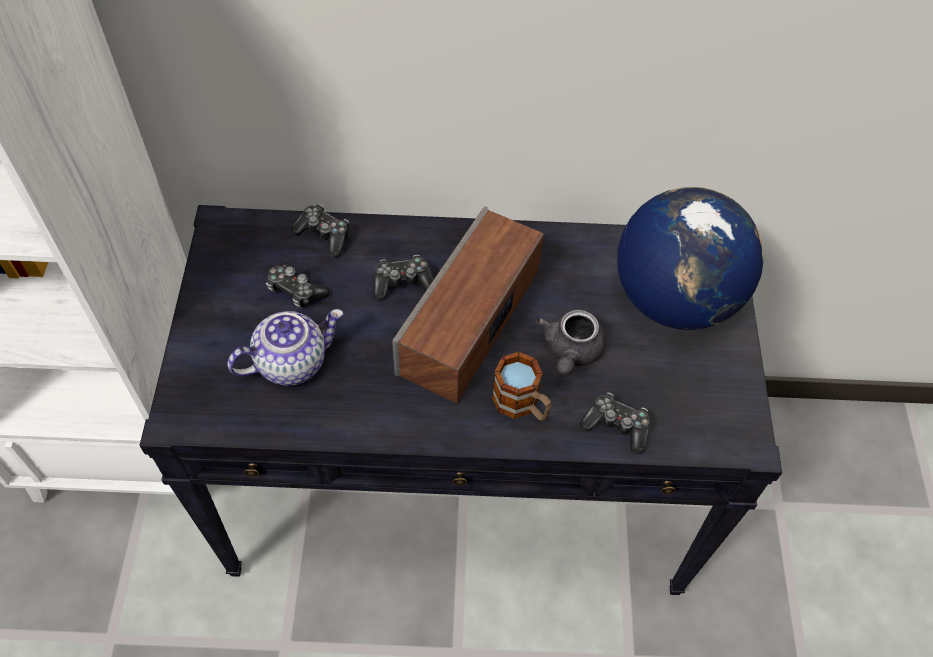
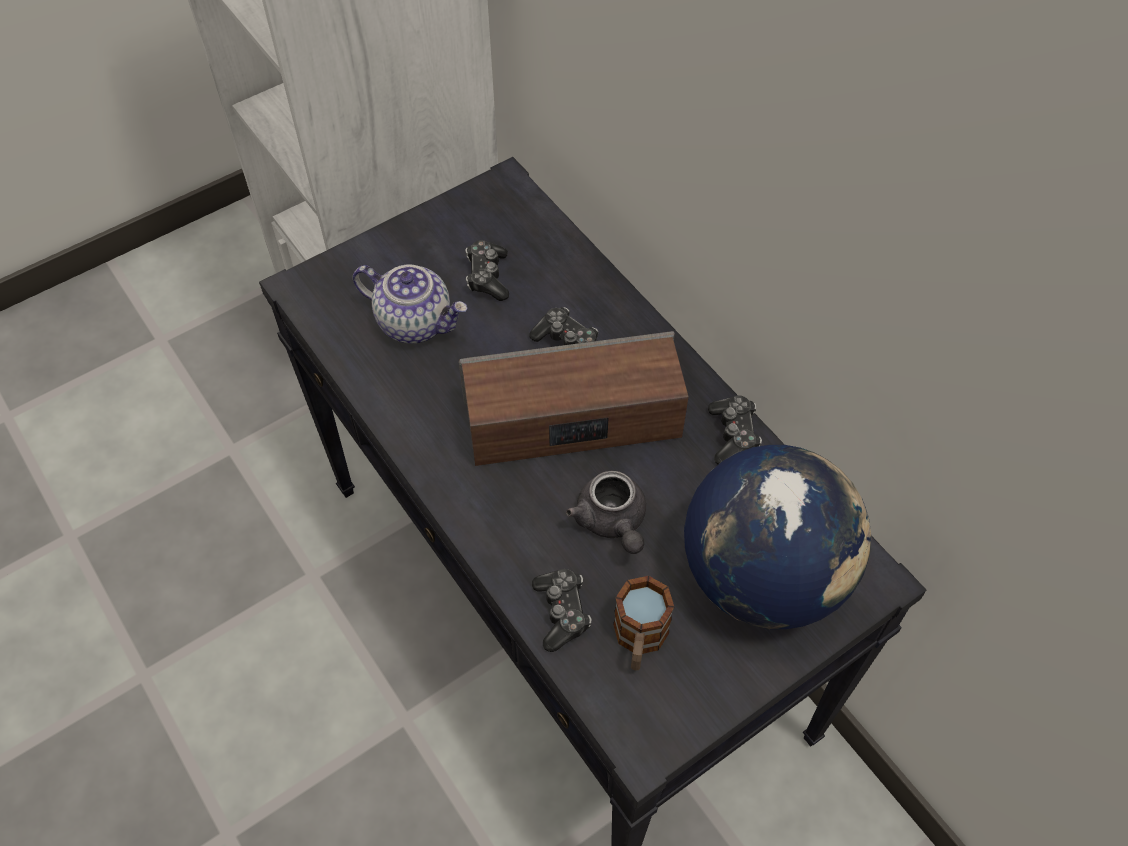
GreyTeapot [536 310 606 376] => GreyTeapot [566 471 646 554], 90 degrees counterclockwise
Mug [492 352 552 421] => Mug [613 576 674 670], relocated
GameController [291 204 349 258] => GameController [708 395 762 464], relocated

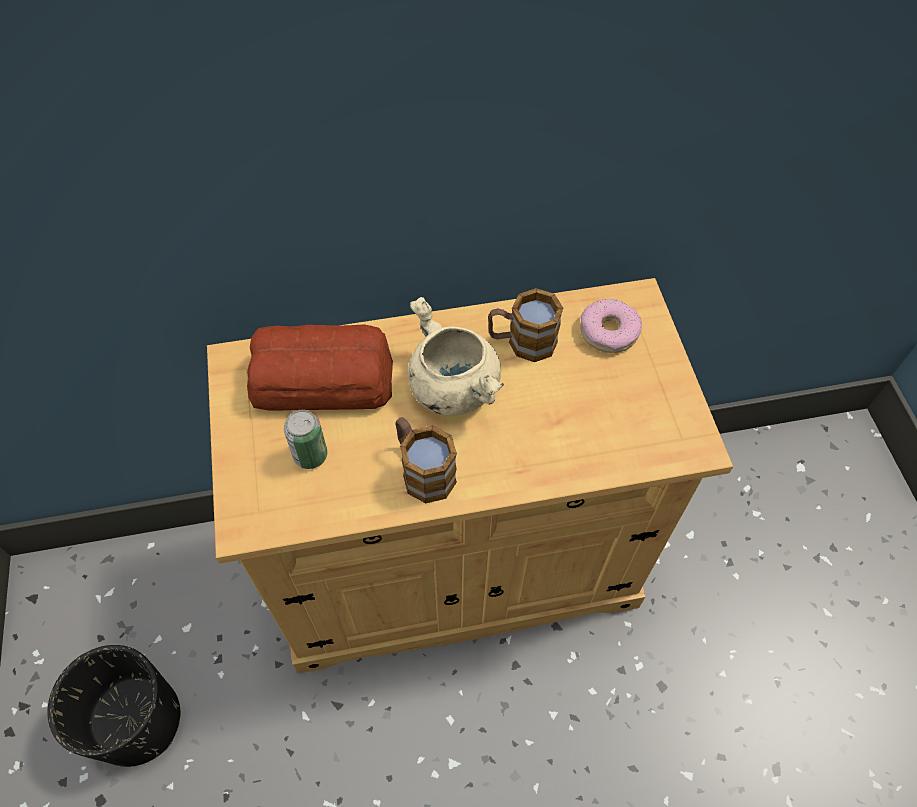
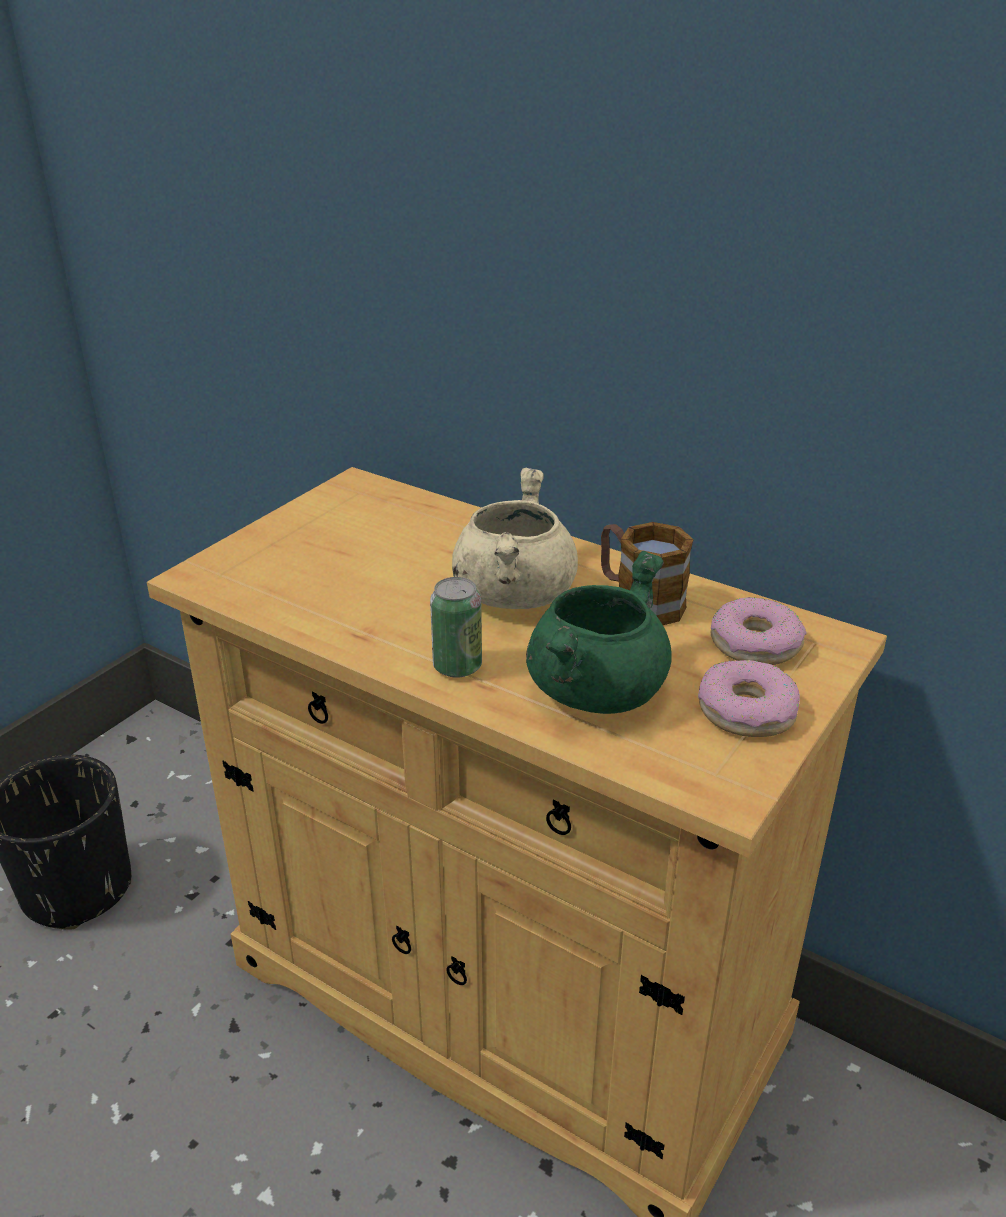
Can [284 410 327 469] => Can [430 577 482 678], relocated
nothing => GreenCookingPot [526 551 672 714]
nothing => Donut [698 660 800 737]
Bread [247 324 393 410] => nothing
Mug [395 417 457 503] => nothing

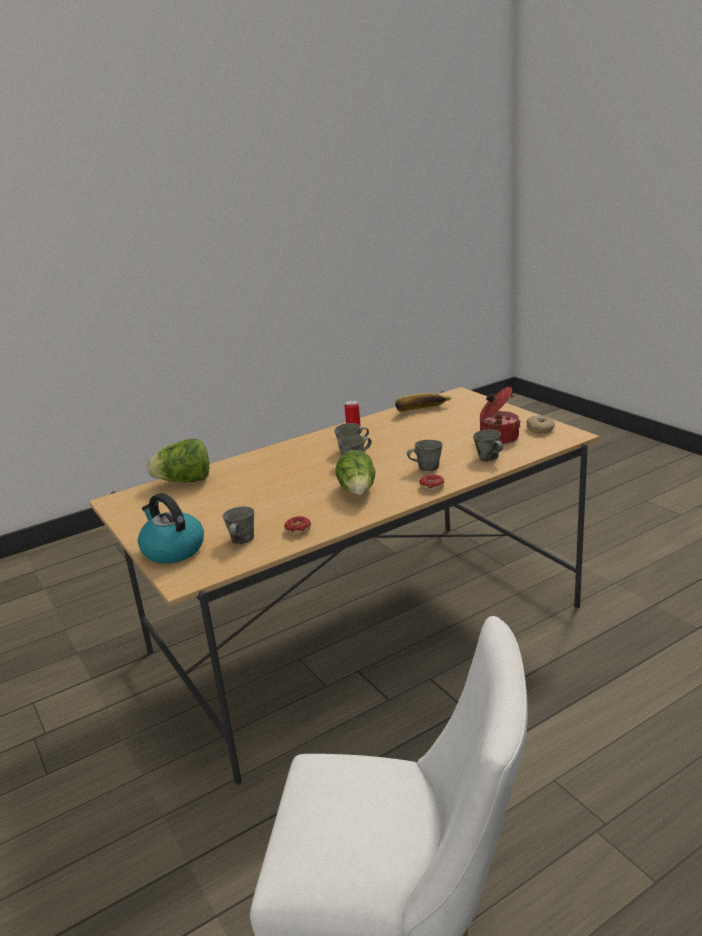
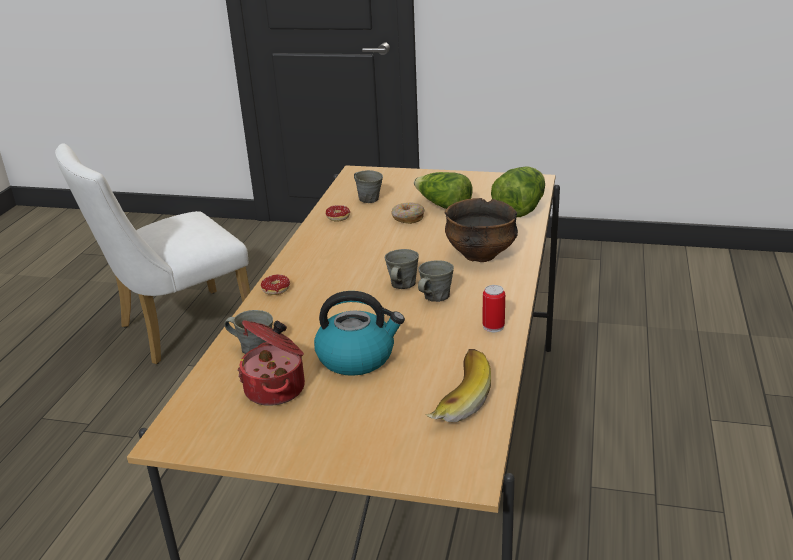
Kettle [138 493 204 563] => Kettle [314 291 405 376], relocated
Donut [526 415 555 433] => Donut [391 203 425 224], relocated
Lettuce [336 450 376 495] => Lettuce [414 172 472 209], relocated
nothing => Bowl [445 198 518 262]
GreyMug [407 440 443 471] => nothing

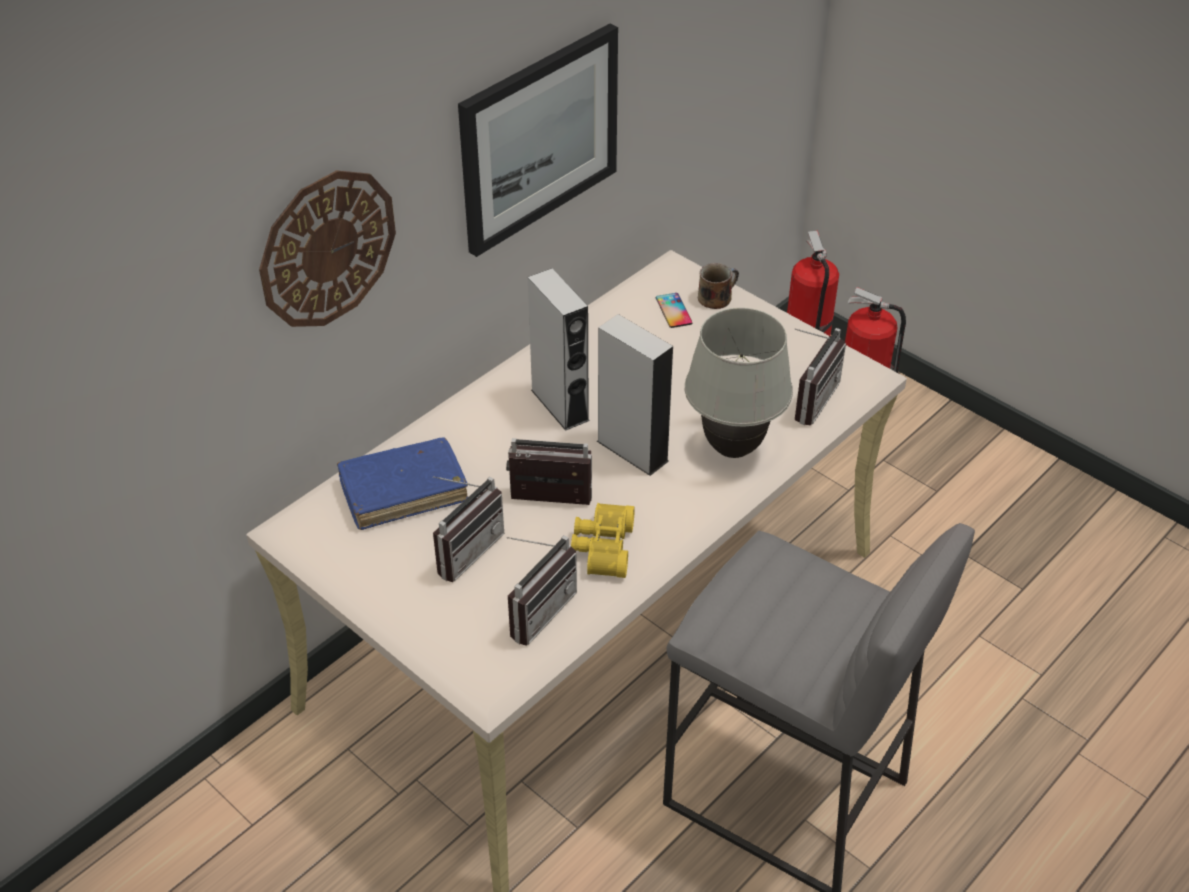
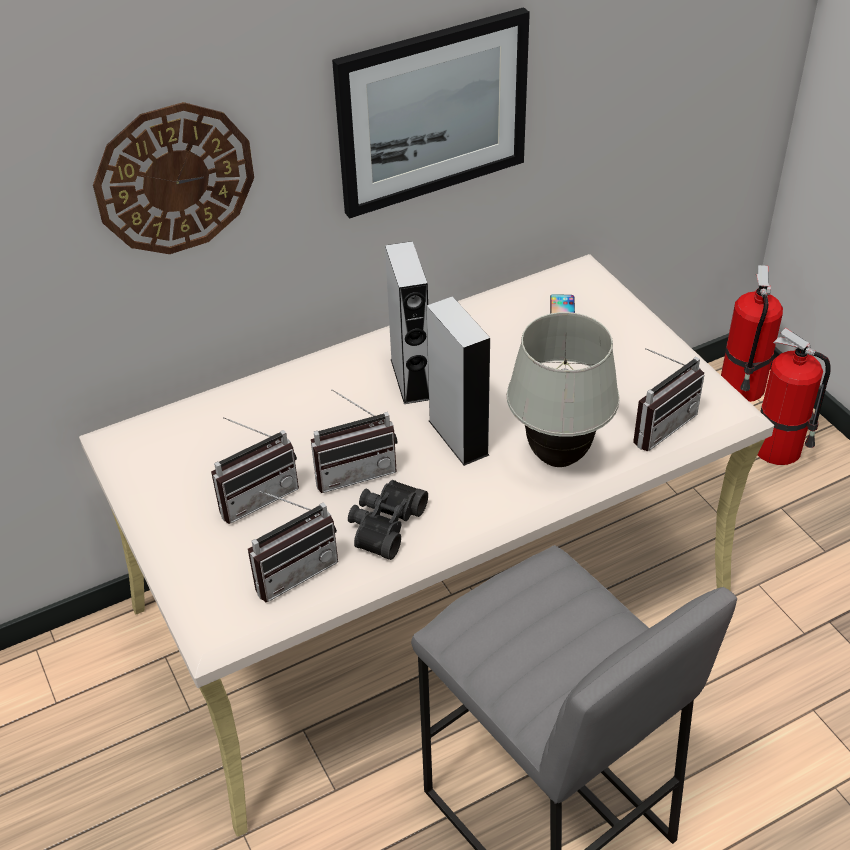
Radio [506 438 592 505] => Radio [311 389 398 493], 135 degrees clockwise
YellowBinoculars [571 503 635 578] => BlackBinoculars [348 480 428 560]
BlueBook [337 438 468 530] => nothing
Mug [698 263 739 309] => nothing

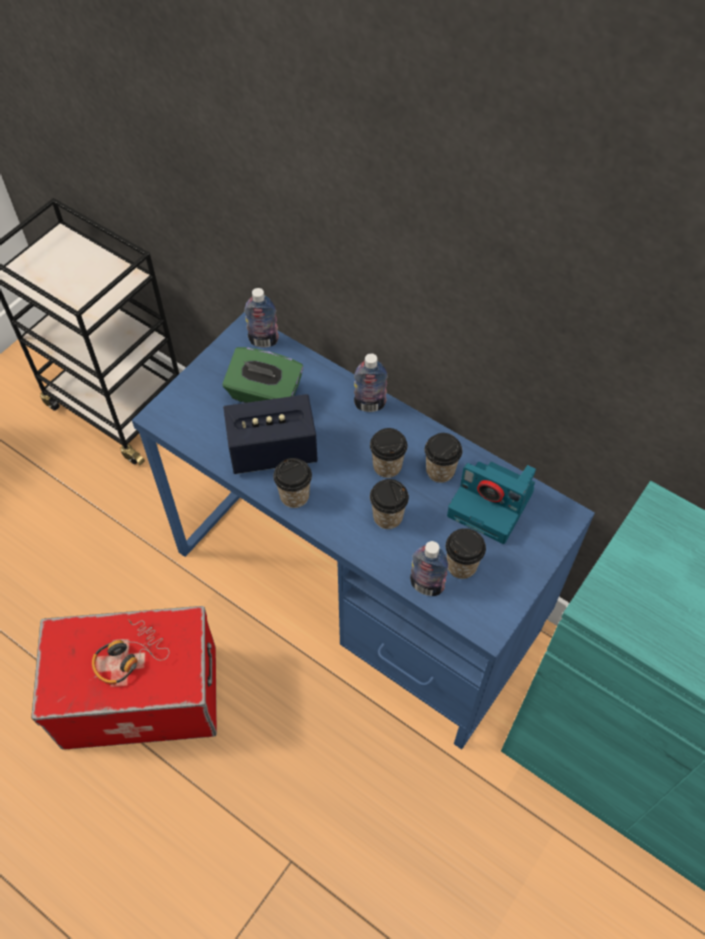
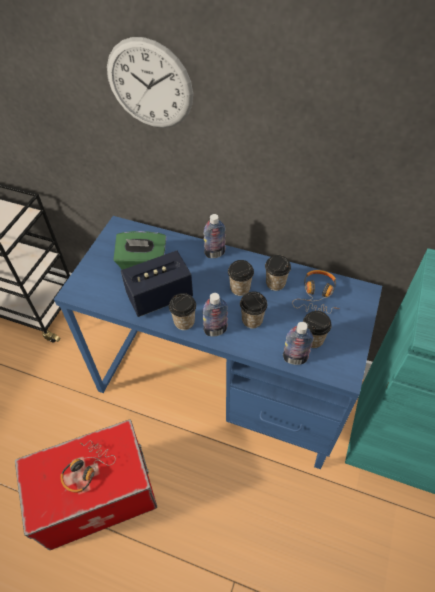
nothing => WallClock [107 37 193 128]
Bottle [244 288 279 348] => Bottle [202 293 228 336], relocated
PhotoCamera [447 462 536 544] => Headphones [292 270 340 314]

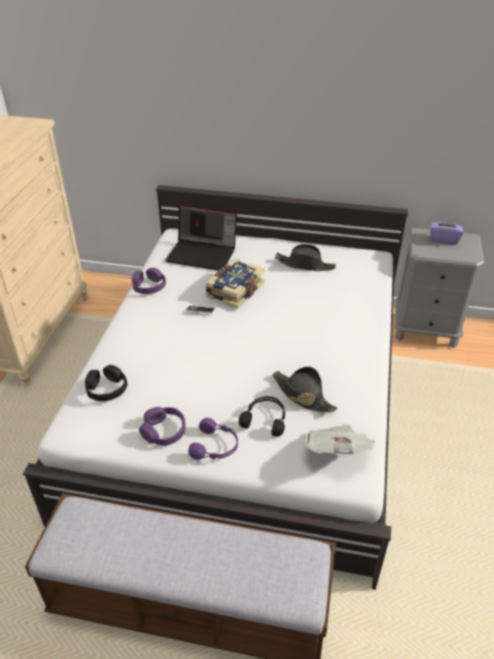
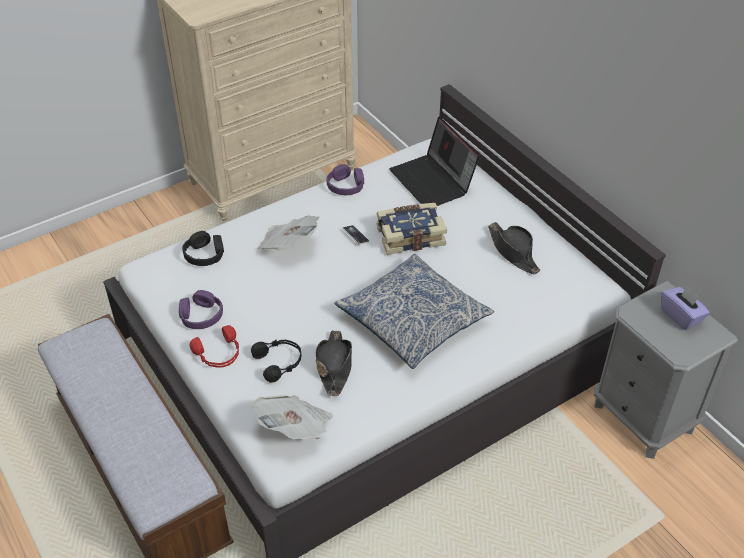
PurpleHeadphones [188 418 238 460] => RedHeadphones [189 325 239 368]
nothing => Newspaper [257 215 320 250]
nothing => Pillow [334 254 494 369]

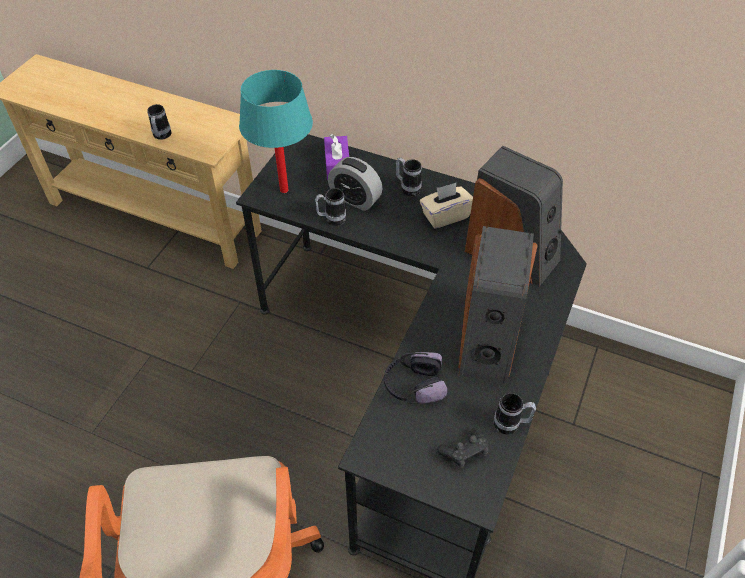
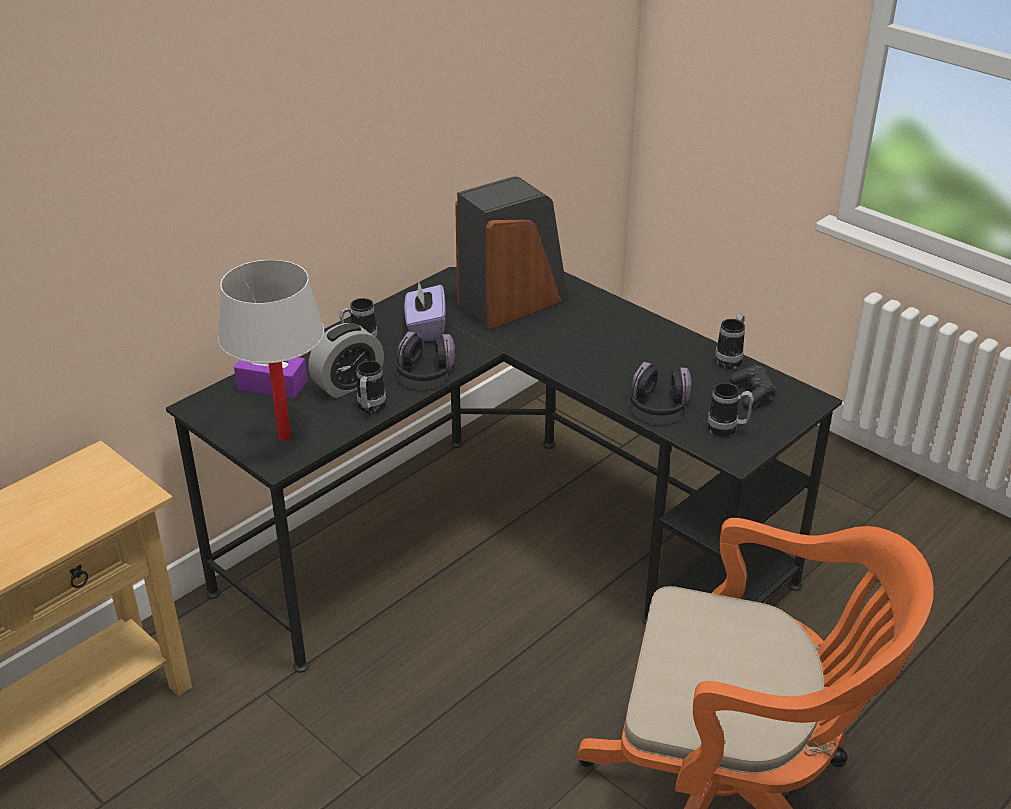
TurquoiseTableLamp [239 70 313 193] => WhiteTableLamp [218 260 324 441]
nothing => Headphones [396 331 455 381]
BeigeTissueBox [420 183 473 228] => PurpleTissueBox [405 281 446 341]
Mug [148 104 171 140] => Mug [707 383 754 437], relocated
Speaker [458 226 538 384] => nothing

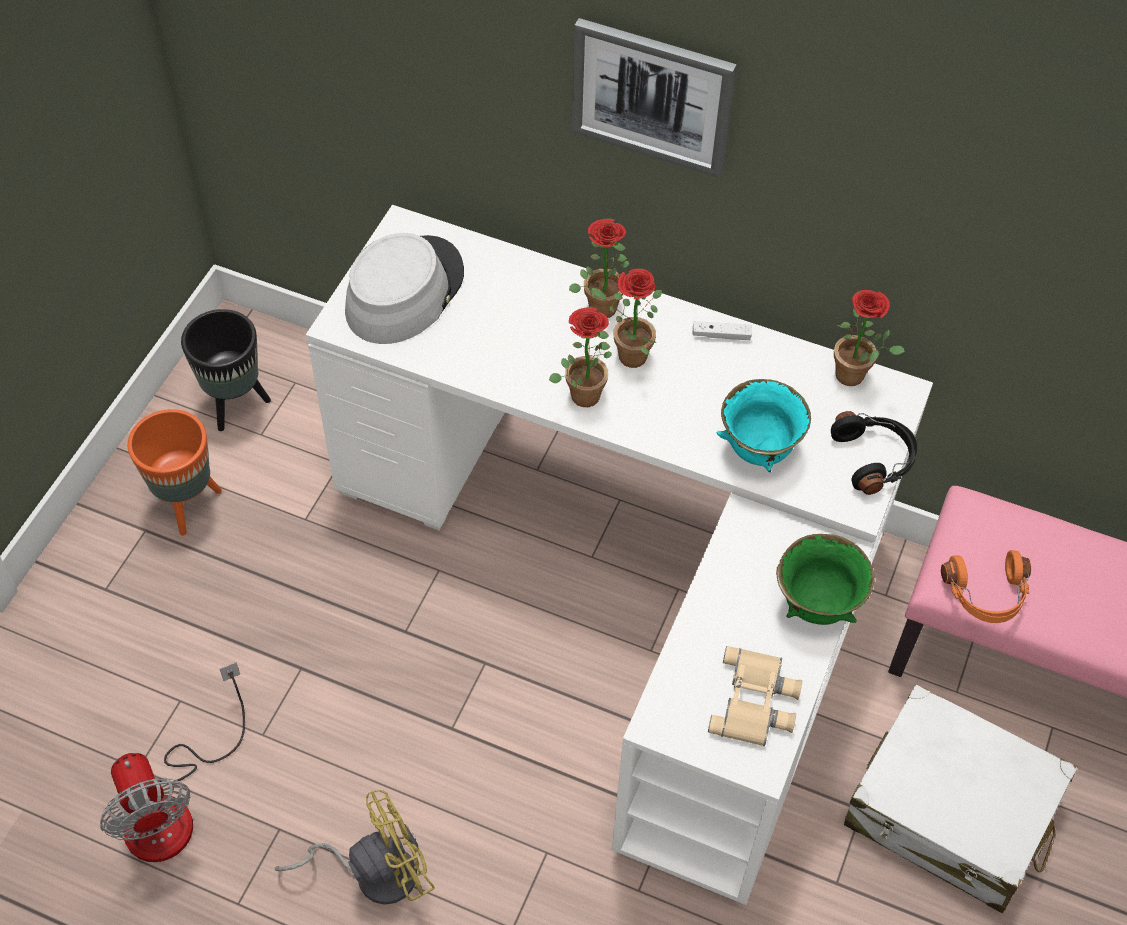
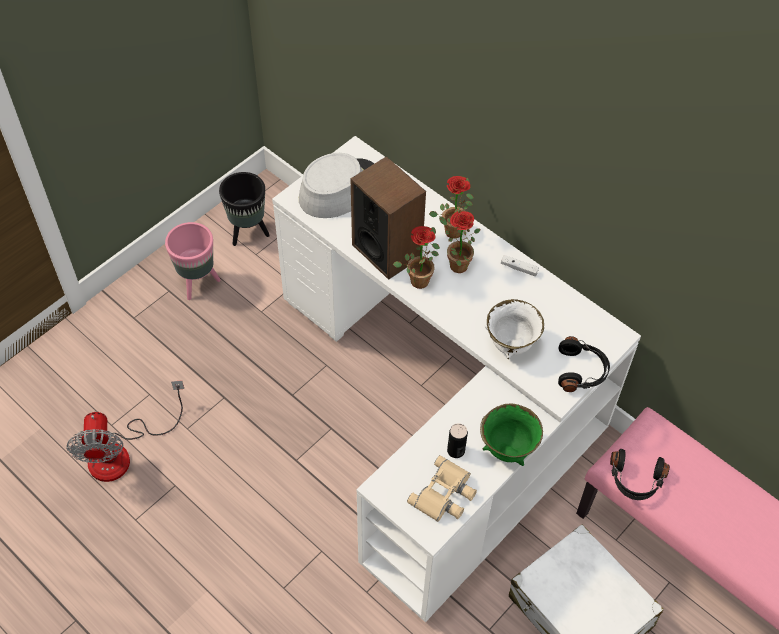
OrangePlanter [128 409 222 536] => PinkPlanter [165 222 221 300]
nothing => Speaker [351 156 426 280]
nothing => Can [447 423 468 458]
TurquoiseBowl [717 379 811 472] => WhiteBowl [485 299 544 359]
OrangeHeadphones [941 550 1031 623] => BlackHeadphones [610 449 670 500]
YellowFan [275 790 435 905] => nothing
Picture [572 18 737 178] => nothing
PottedPlant [834 290 905 386] => nothing

